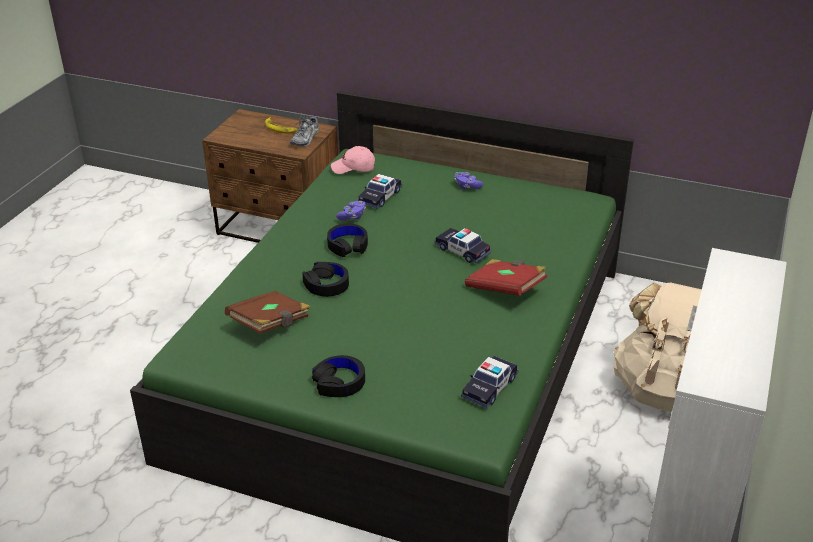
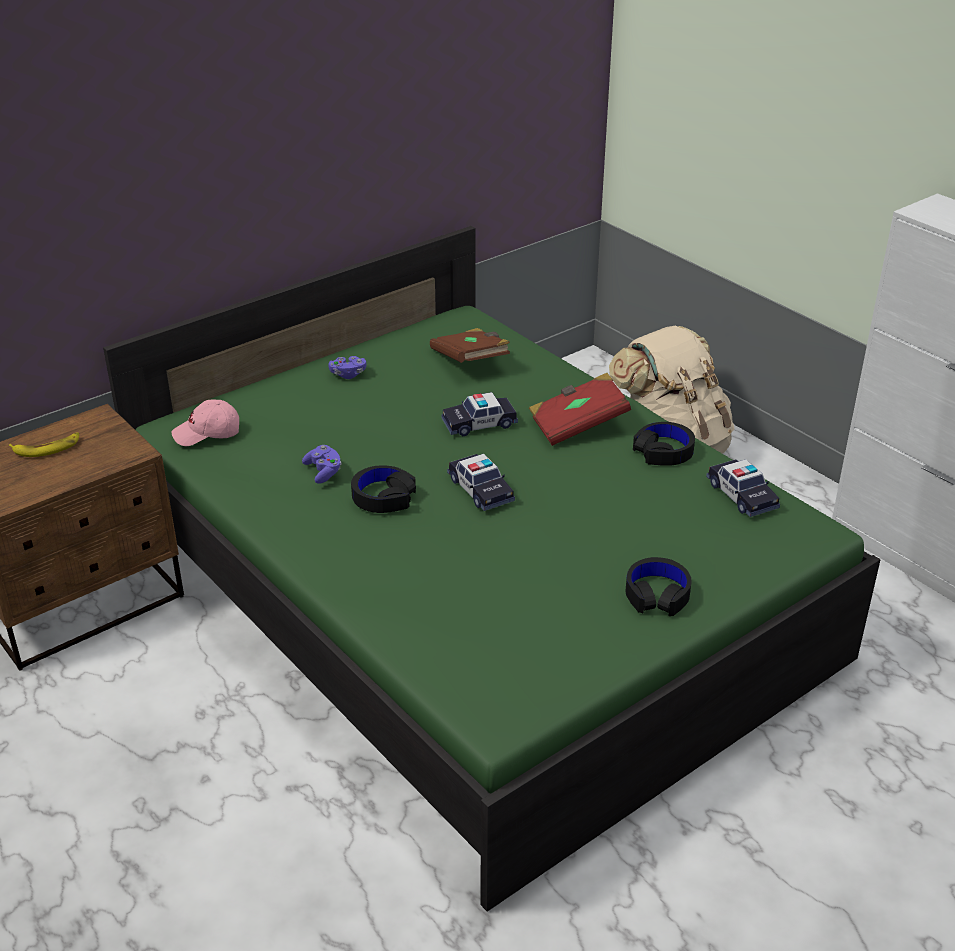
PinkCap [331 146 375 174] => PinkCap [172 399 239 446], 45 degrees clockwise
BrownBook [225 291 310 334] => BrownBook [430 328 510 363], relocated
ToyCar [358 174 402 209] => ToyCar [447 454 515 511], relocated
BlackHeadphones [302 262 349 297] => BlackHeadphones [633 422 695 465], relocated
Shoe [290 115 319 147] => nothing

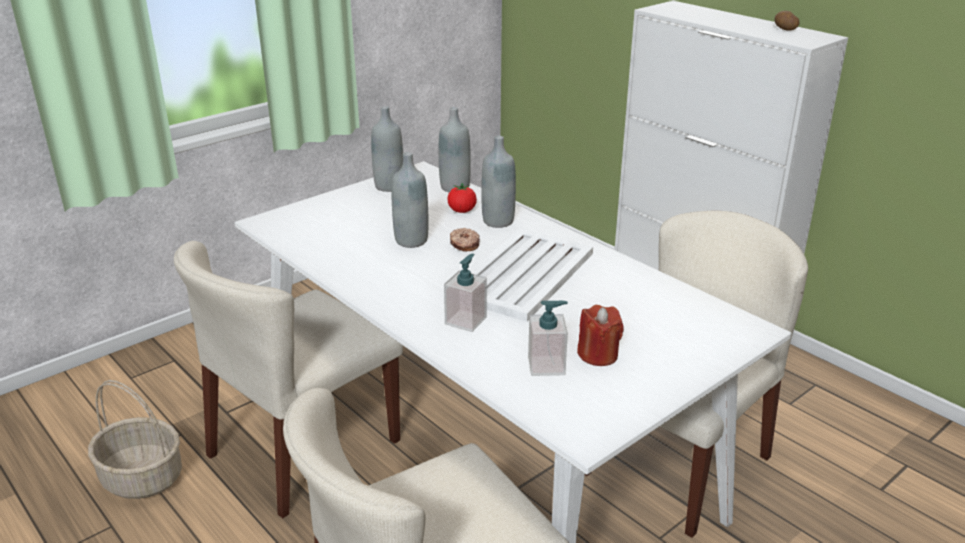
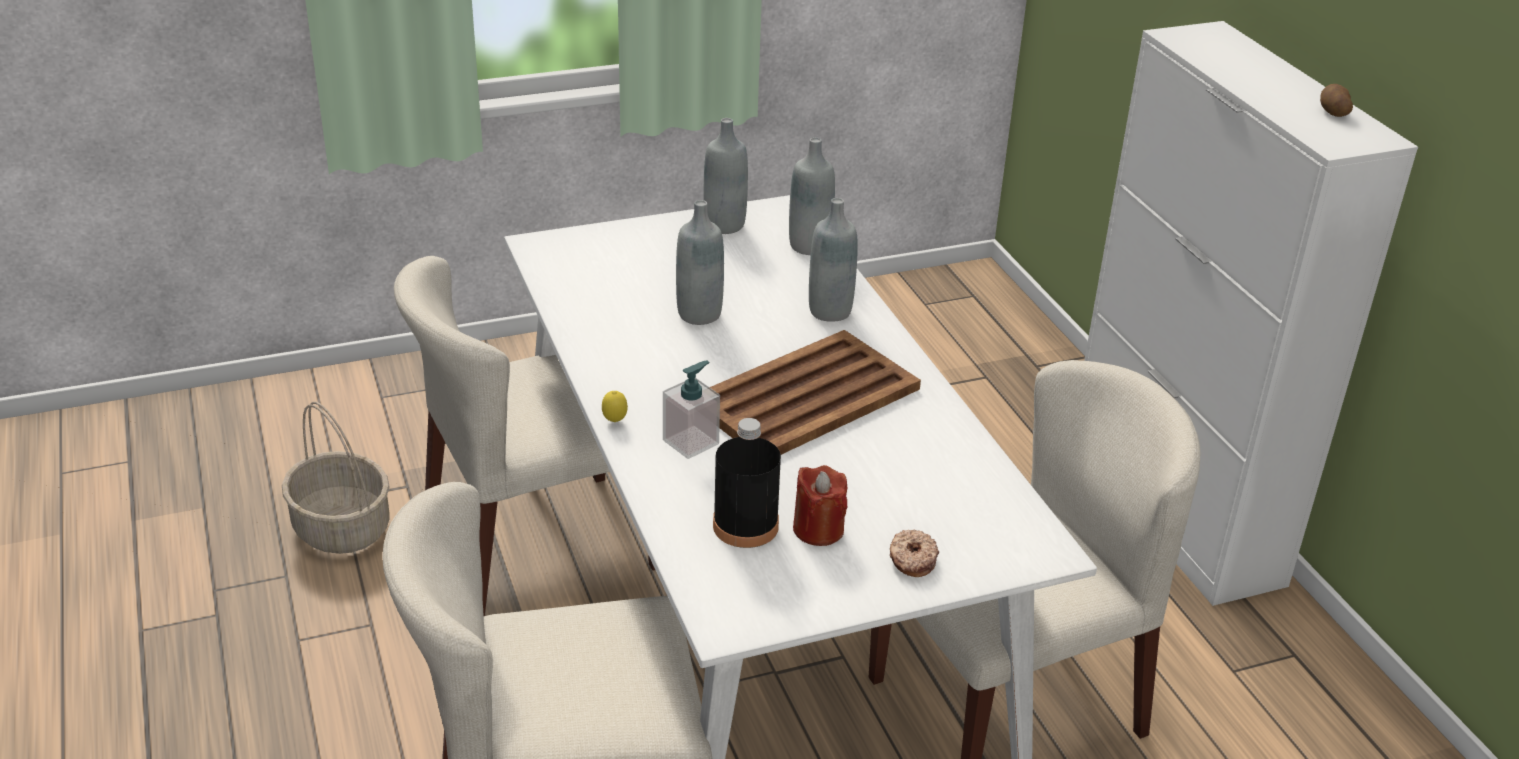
nothing => Lemon [602 391 628 422]
WhiteTray [470 229 593 322] => BrownTray [710 330 921 455]
SoapDispenser [528 301 568 376] => BlackBottle [713 418 781 548]
Donut [450 228 480 252] => Donut [890 530 939 577], relocated
Tomato [448 183 477 213] => nothing

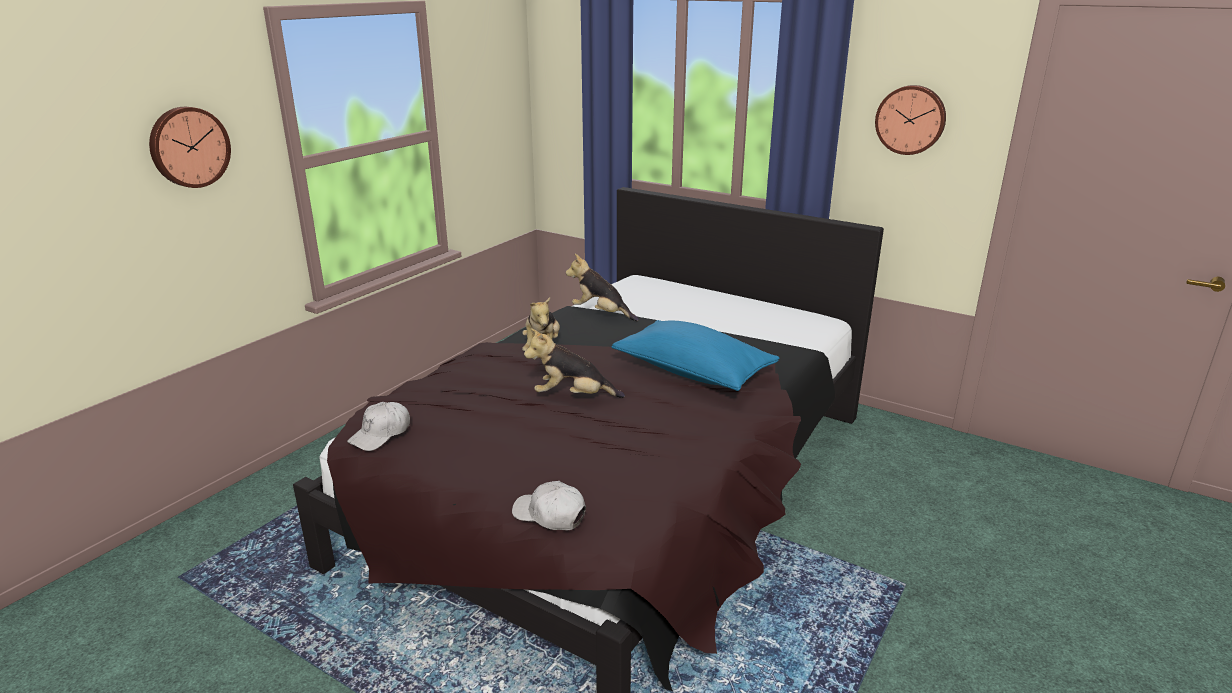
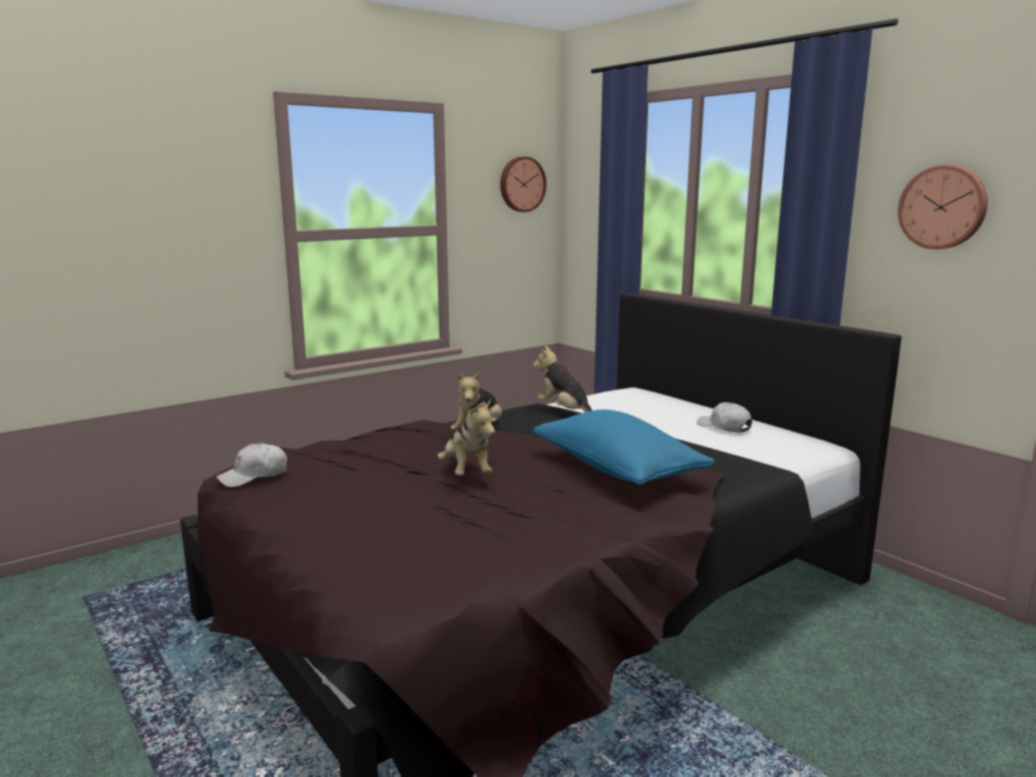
PlushToy [524 328 625 398] => PlushToy [438 399 495 475], 135 degrees counterclockwise
WallClock [149 107 231 188] => WallClock [500 156 547 212], relocated
WhiteCap [512 481 586 530] => WhiteCap [697 402 752 433], relocated

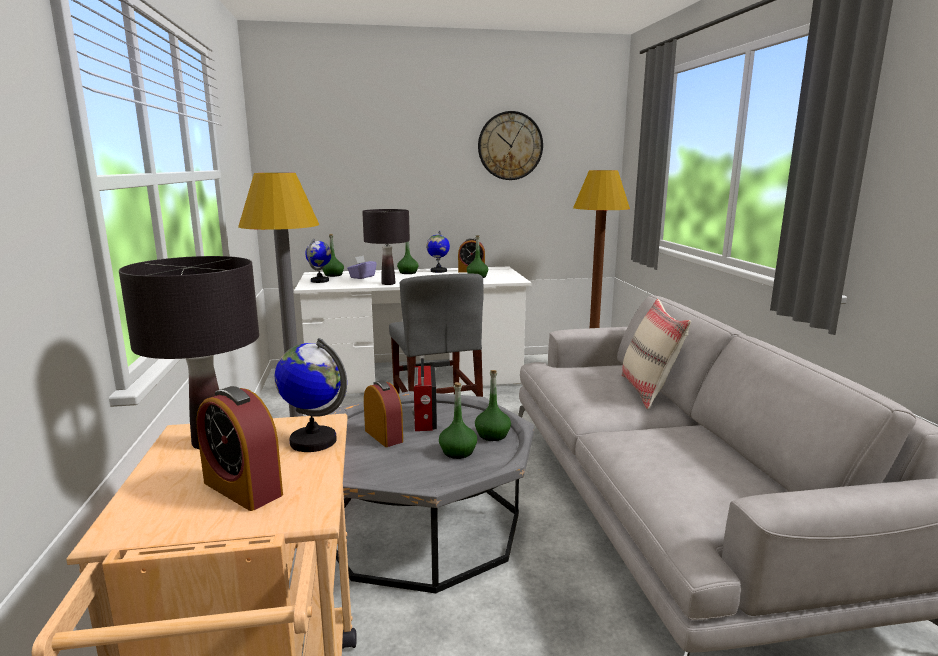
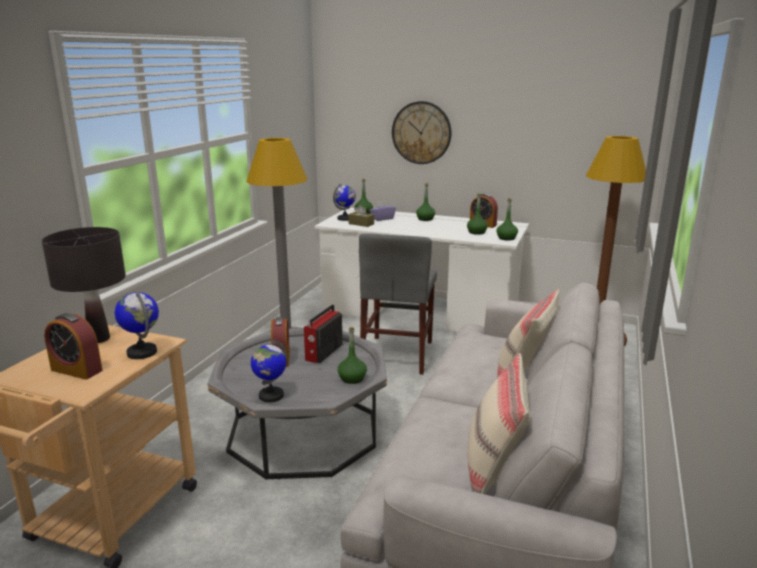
AlarmClock [196 386 283 511] => AlarmClock [44 313 103 380], 45 degrees counterclockwise
Globe [426 231 450 273] => Globe [251 340 287 403], relocated
nothing => BrownTissueBox [348 205 374 227]
WallClock [478 111 543 180] => WallClock [392 101 452 164], relocated
nothing => BeigePillow [468 353 531 494]
GreenBottle [439 382 477 459] => GreenBottle [496 198 518 240], relocated
BlackTableLamp [362 209 410 285] => nothing

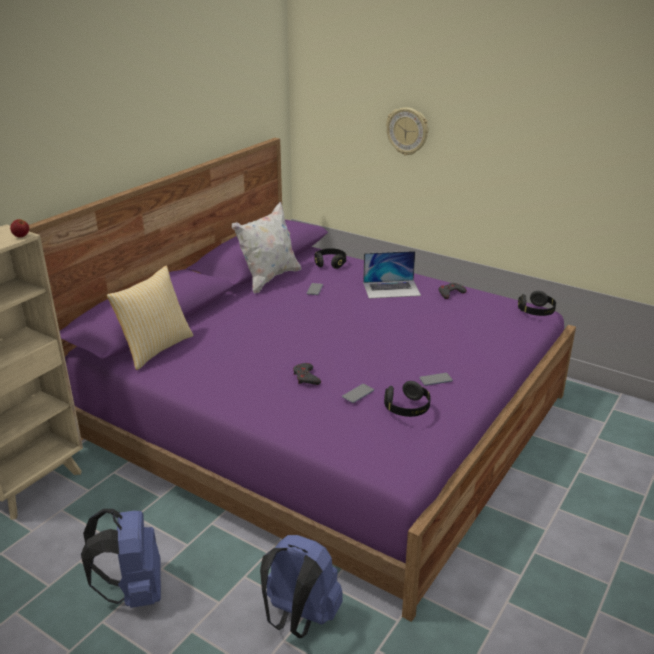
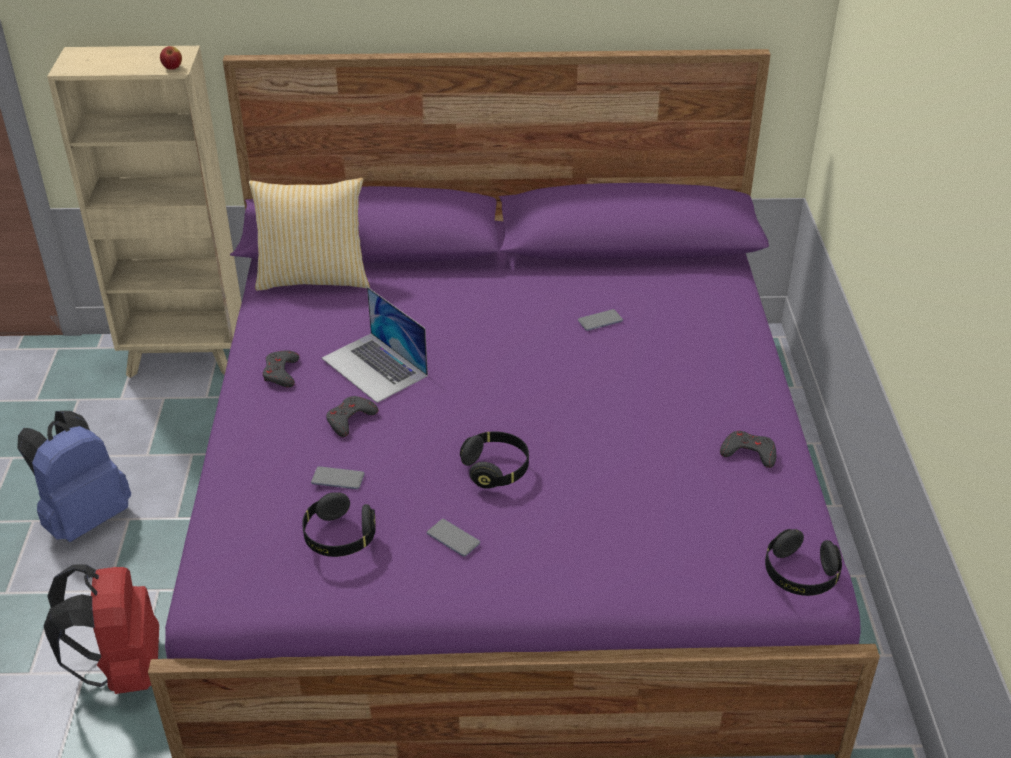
BlueBackpack [260 535 343 638] => RedBackpack [44 565 159 694]
nothing => GreyGameController [263 350 299 388]
Laptop [363 251 421 299] => Laptop [322 287 428 403], relocated
BlackHeadphones [314 248 346 269] => BlackHeadphones [460 431 529 489], relocated
WhitePillow [232 202 301 293] => nothing
WallClock [386 107 429 156] => nothing

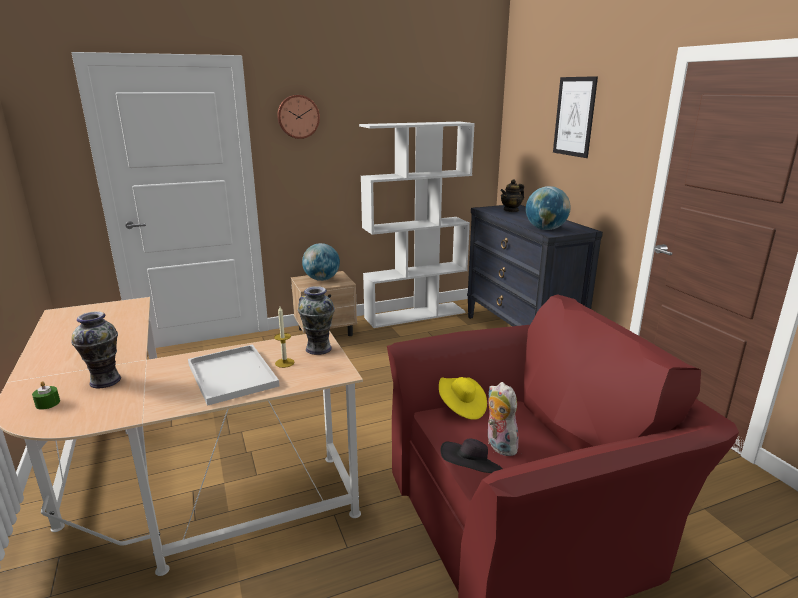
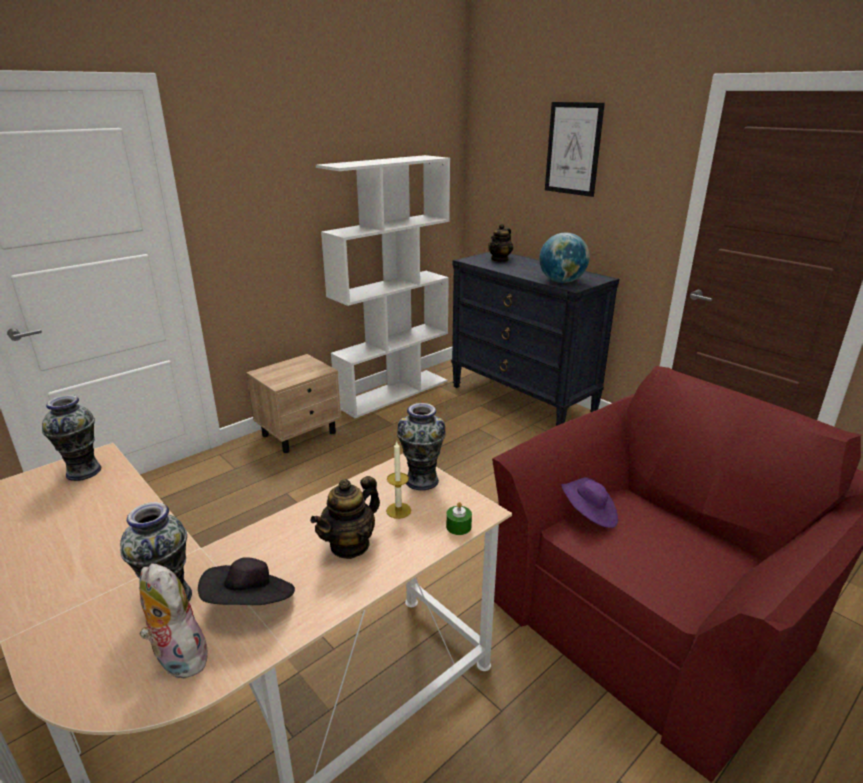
nothing => Vase [42 395 101 481]
PlushToy [488 382 520 456] => PlushToy [139 563 208 678], relocated
BlackHat [441 438 503 473] => BlackHat [198 557 295 605], relocated
WhiteTray [188 344 279 406] => Teapot [310 476 380 559]
GreenCandle [32 381 60 410] => GreenCandle [446 502 472 535], relocated
YellowHat [439 377 487 420] => PurpleHat [561 477 618 528]
WallClock [277 95 320 139] => nothing
Globe [302 243 340 281] => nothing

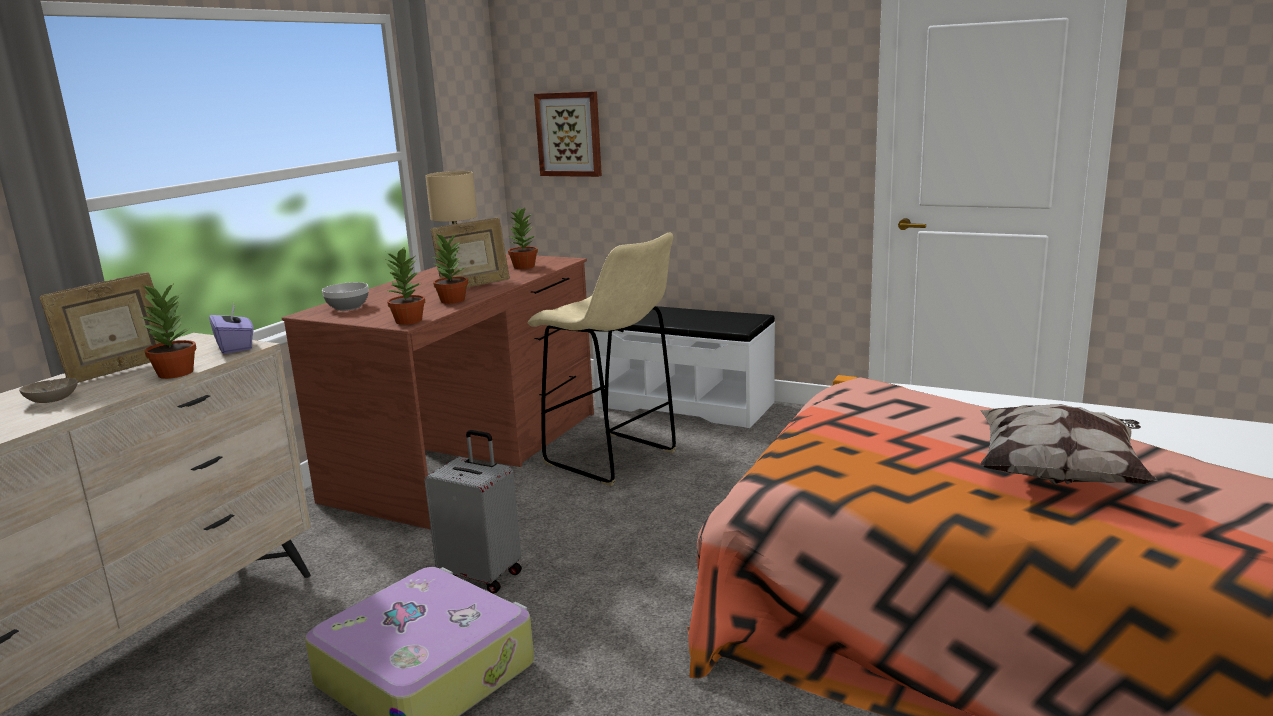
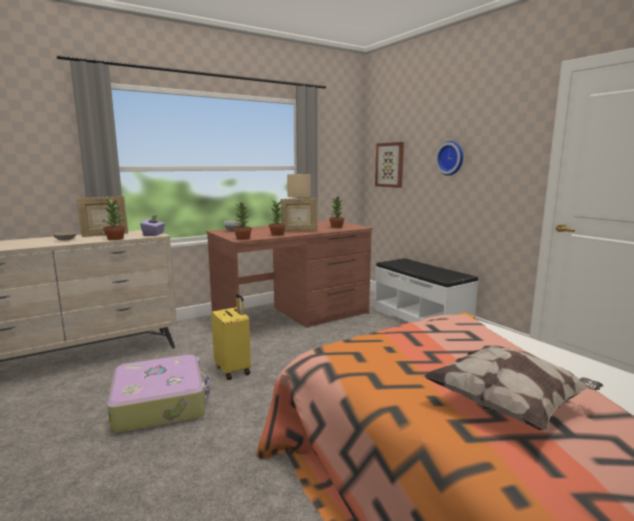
GreySuitcase [425 430 522 594] => YellowSuitcase [211 294 251 380]
nothing => WallClock [435 141 463 176]
BeigeStool [528 233 676 486] => nothing

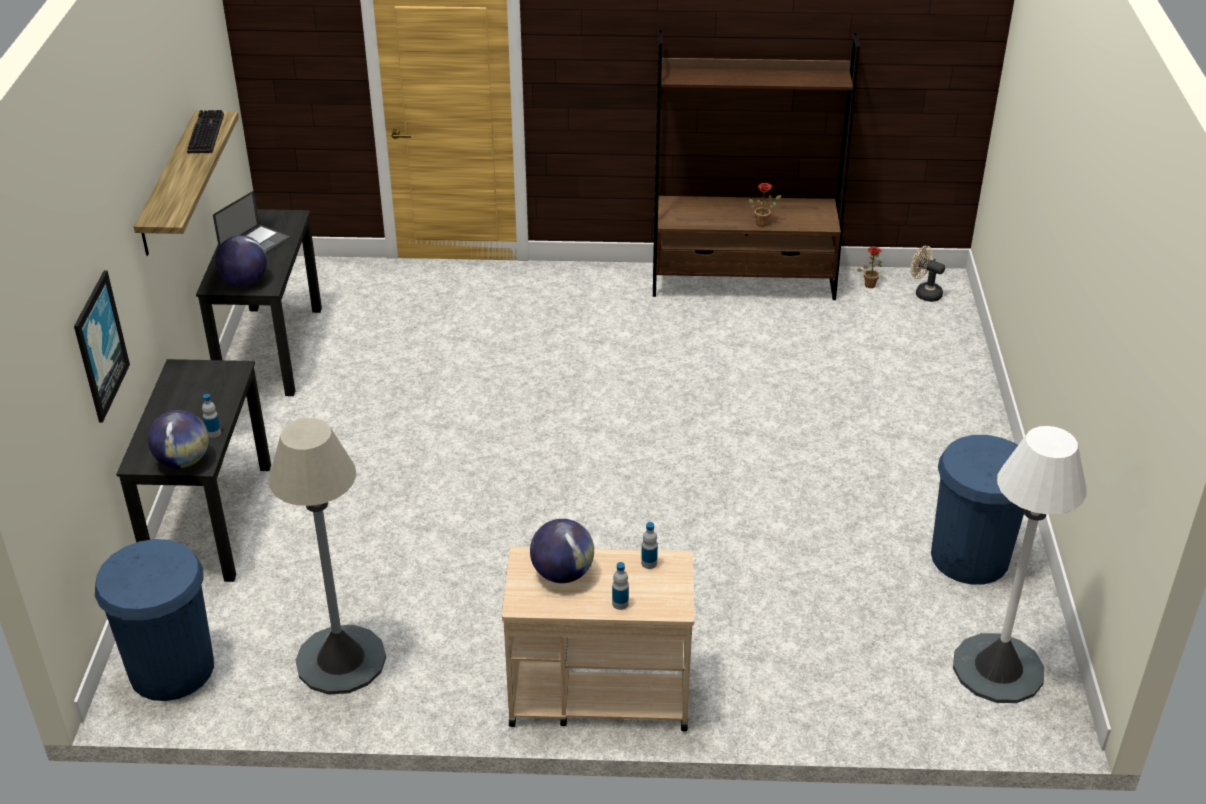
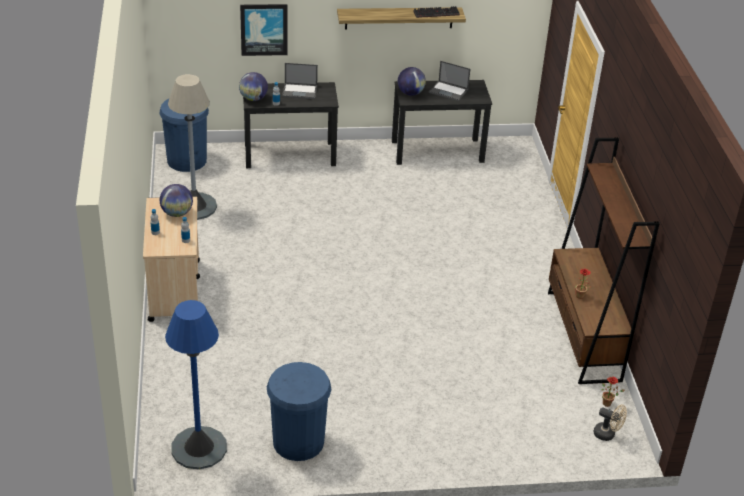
WhiteFloorLamp [953 426 1087 703] => BlueFloorLamp [165 300 227 470]
nothing => Laptop [282 63 318 99]
BeigeFan [911 246 945 302] => BeigeFan [593 405 627 441], 90 degrees clockwise

